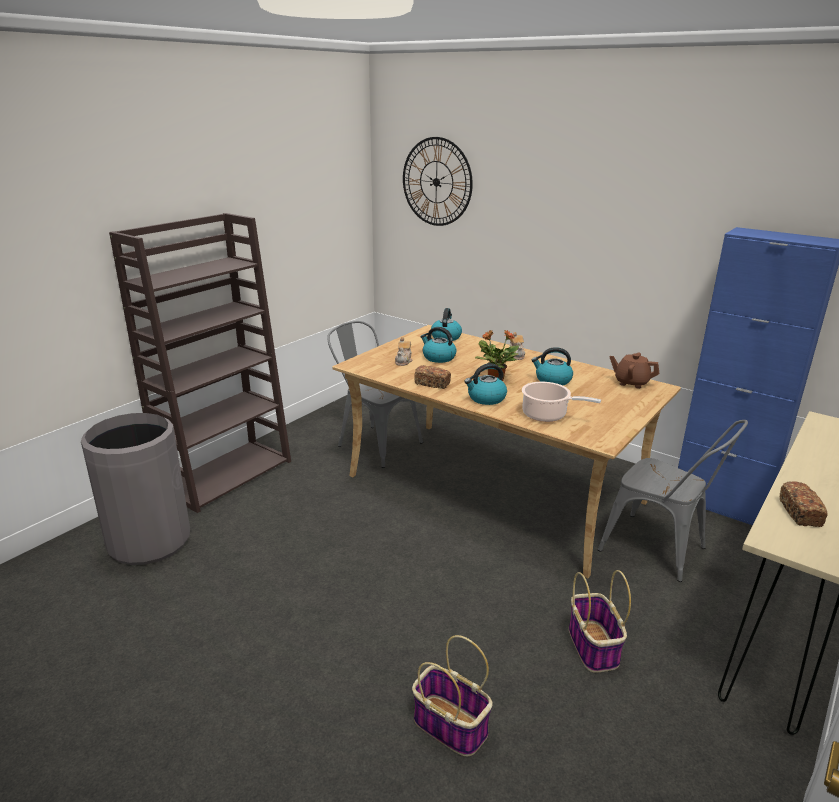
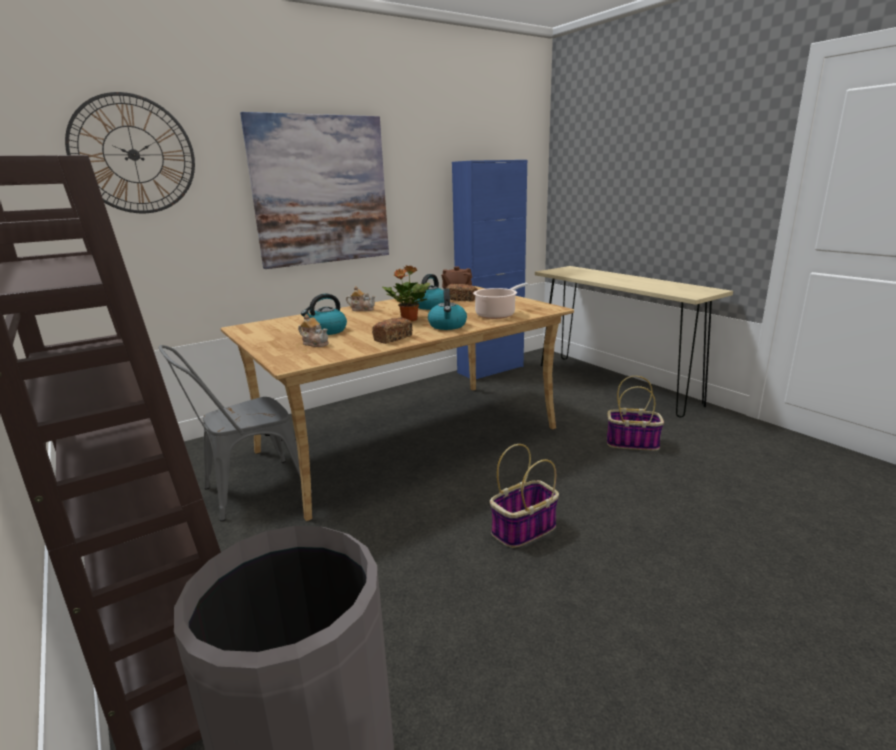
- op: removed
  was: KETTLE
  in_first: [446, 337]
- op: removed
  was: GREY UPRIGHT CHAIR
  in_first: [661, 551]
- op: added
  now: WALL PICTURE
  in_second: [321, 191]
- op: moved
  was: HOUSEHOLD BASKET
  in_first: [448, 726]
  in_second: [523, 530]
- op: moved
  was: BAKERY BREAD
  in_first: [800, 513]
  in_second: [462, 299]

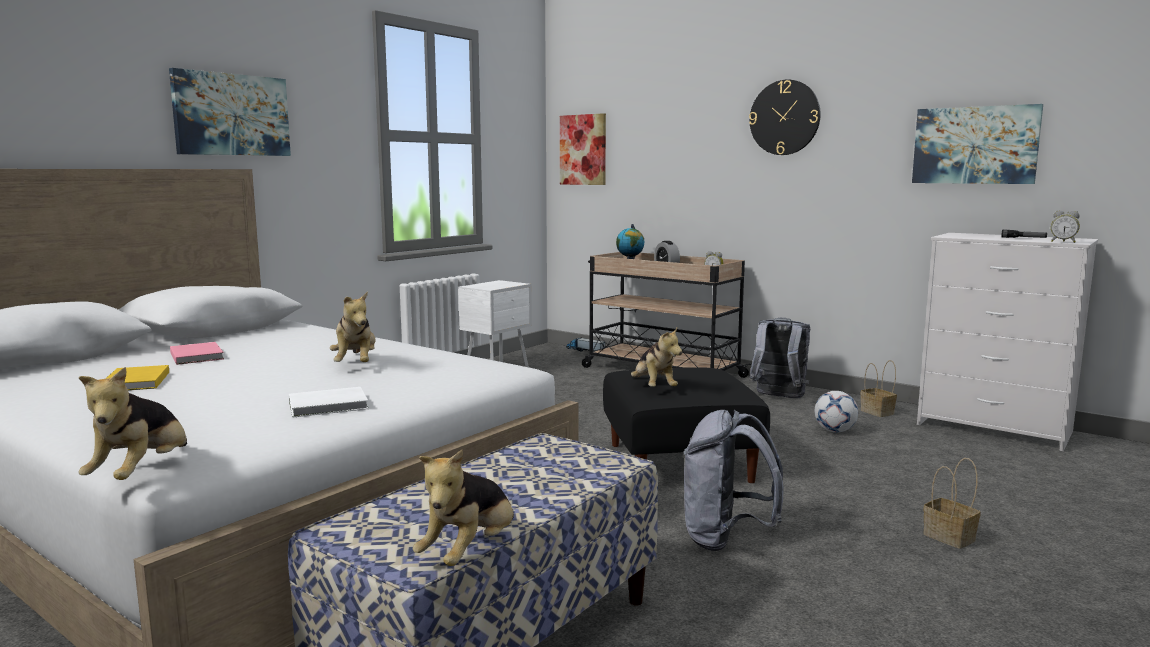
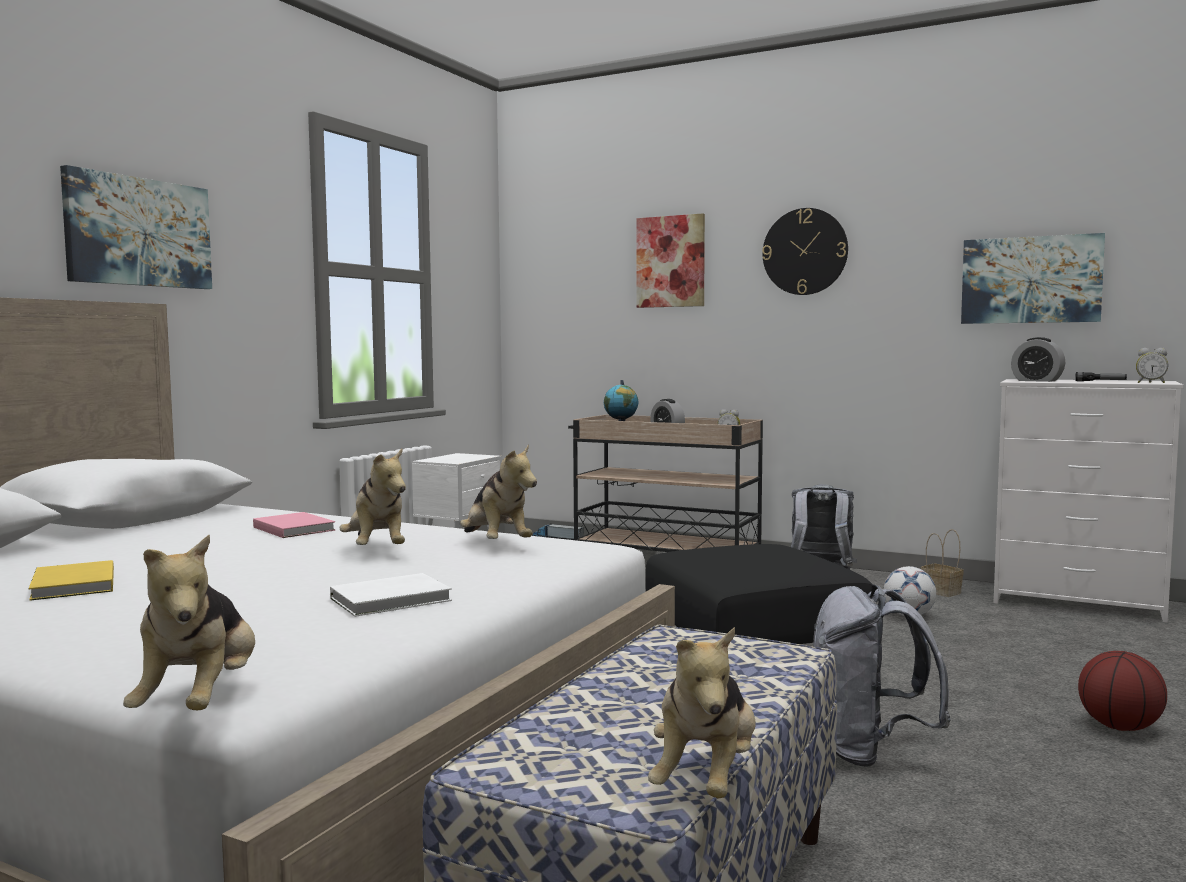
- op: added
  now: ALARM CLOCK
  in_second: [1037, 381]
- op: moved
  was: PINK VOLUME
  in_first: [197, 355]
  in_second: [294, 528]
- op: moved
  was: WALL PICTURE
  in_first: [583, 150]
  in_second: [670, 261]
- op: moved
  was: PLUSH TOY
  in_first: [653, 388]
  in_second: [496, 544]
- op: replaced
  was: HOUSEHOLD BASKET
  now: BALL FOR BASKETBALL
  in_first: [951, 537]
  in_second: [1120, 727]

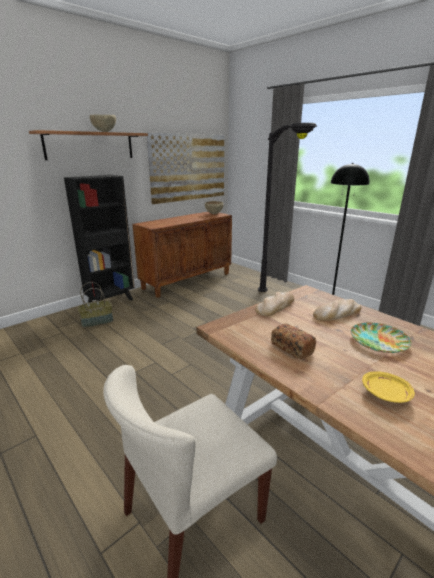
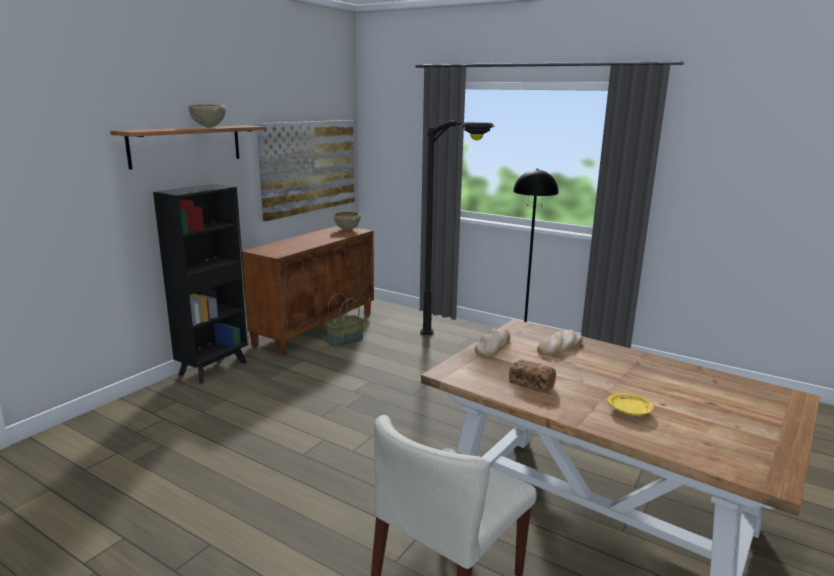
- op: removed
  was: FLAT DISH
  in_first: [378, 341]
- op: moved
  was: HOUSEHOLD BASKET
  in_first: [97, 321]
  in_second: [345, 340]

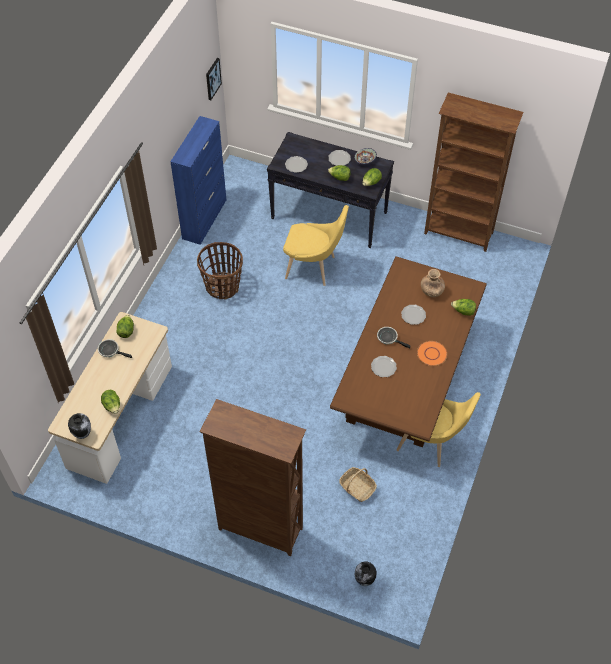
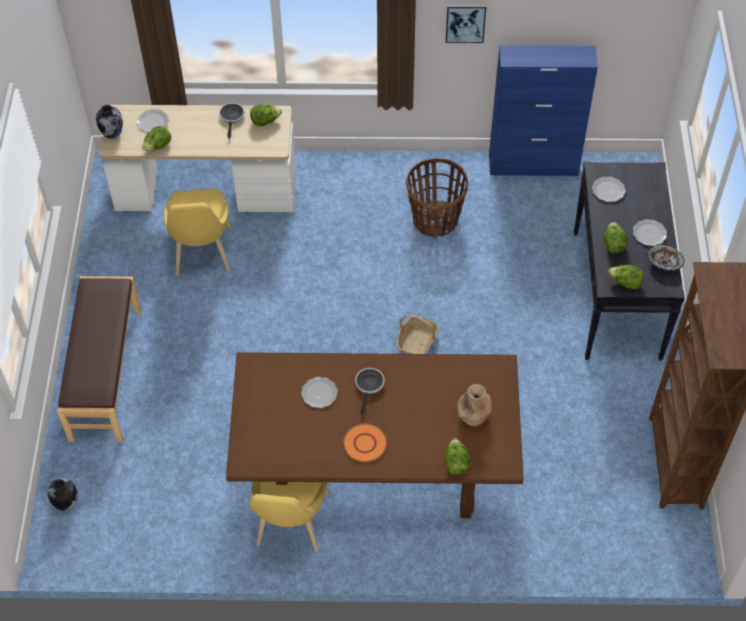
- op: moved
  was: WALL PICTURE
  in_first: [212, 78]
  in_second: [465, 22]
- op: moved
  was: YELLOW-COLOURED UPRIGHT CHAIR
  in_first: [314, 268]
  in_second: [202, 255]
- op: moved
  was: HOUSEHOLD BASKET
  in_first: [357, 487]
  in_second: [417, 341]
- op: moved
  was: FLAT DISH
  in_first: [413, 315]
  in_second: [152, 122]
- op: replaced
  was: BROWNISH SHELVING UNIT
  now: BROWNISH INDOOR BENCH
  in_first: [260, 528]
  in_second: [105, 373]

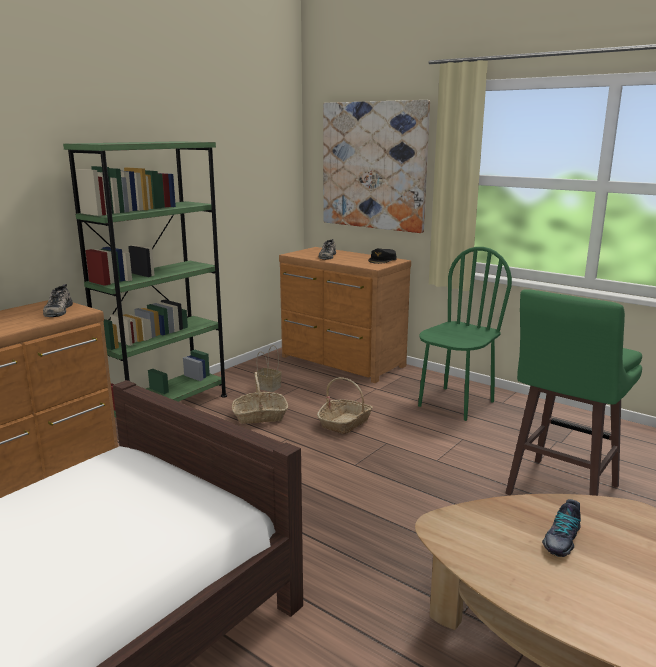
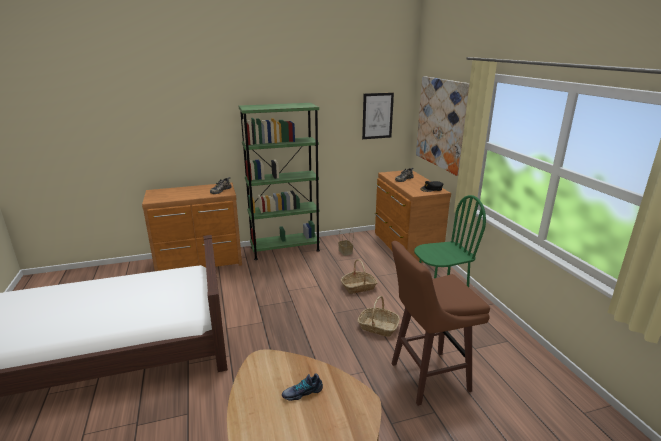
- op: added
  now: WALL PICTURE
  in_second: [377, 116]
- op: moved
  was: HOUSEHOLD BASKET
  in_first: [260, 416]
  in_second: [378, 327]
- op: recoloured
  was: GREEN SITTING STOOL
  now: BROWNISH SITTING STOOL
  in_first: [560, 491]
  in_second: [427, 377]

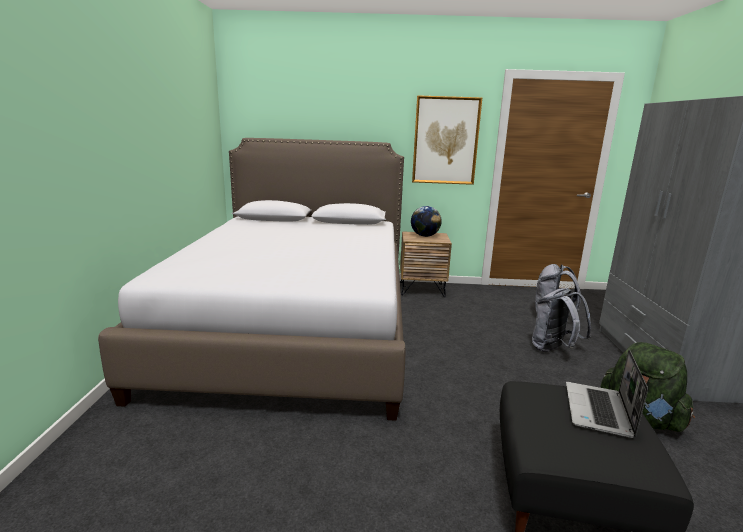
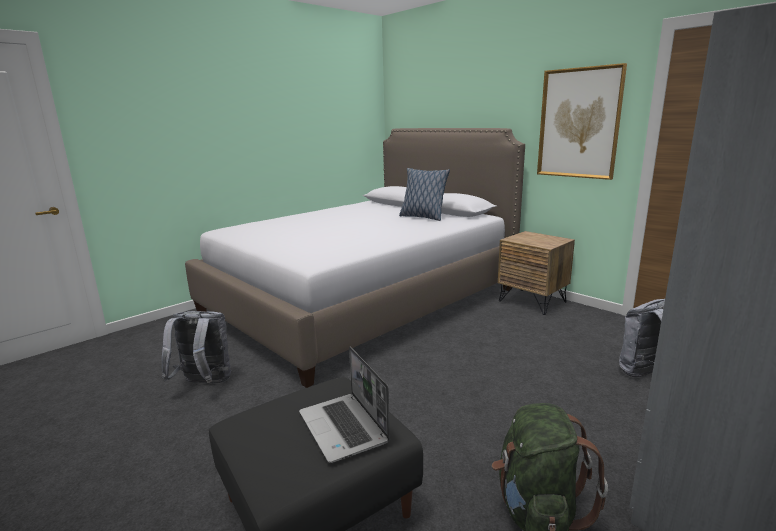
- op: removed
  was: GLOBE
  in_first: [425, 236]
- op: added
  now: CUSHION
  in_second: [422, 217]
- op: moved
  was: GREY KNAPSACK
  in_first: [554, 350]
  in_second: [204, 384]
- op: turned
  was: PORTABLE COMPUTER
  in_first: [599, 411]
  in_second: [344, 428]
  clockwise: -90

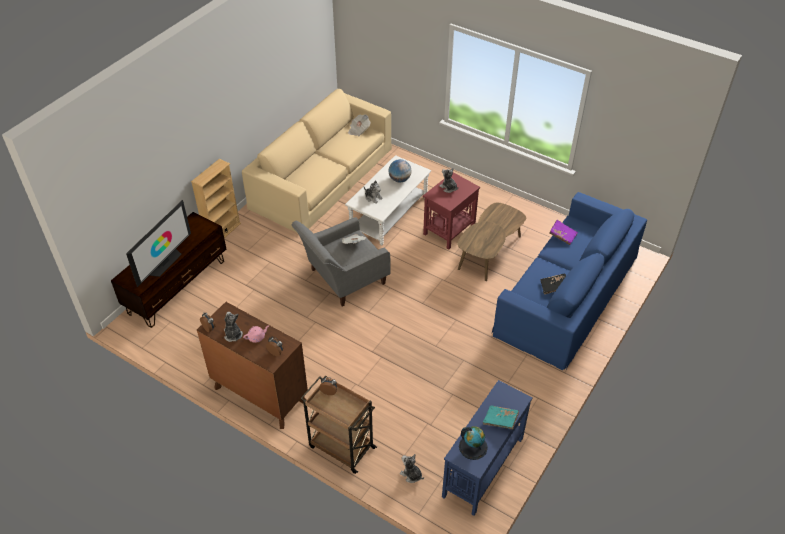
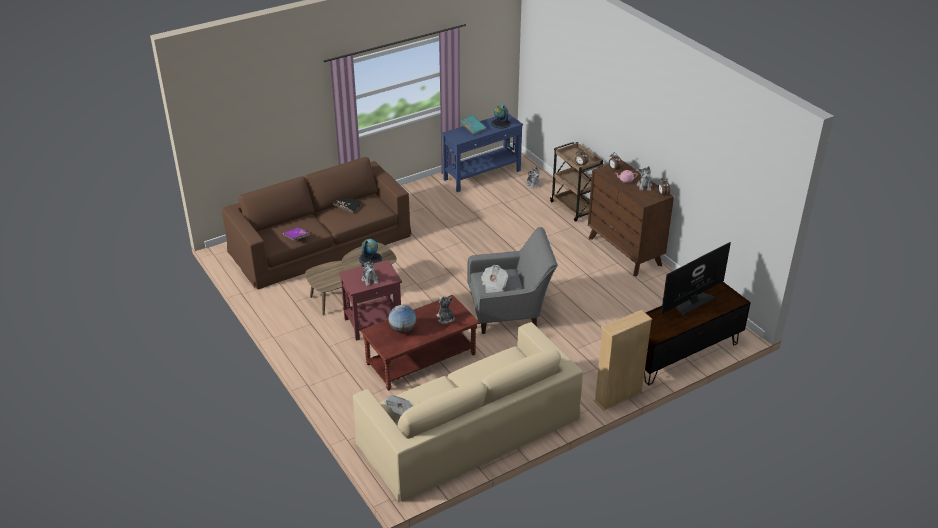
- op: added
  now: GLOBE
  in_second: [370, 258]
- op: recoloured
  was: WHITE COFFEE TABLE
  now: BROWNISH COFFEE TABLE
  in_first: [389, 213]
  in_second: [421, 359]
- op: recoloured
  was: BLUE-COLOURED COUCH
  now: BROWNISH COUCH
  in_first: [567, 294]
  in_second: [320, 243]

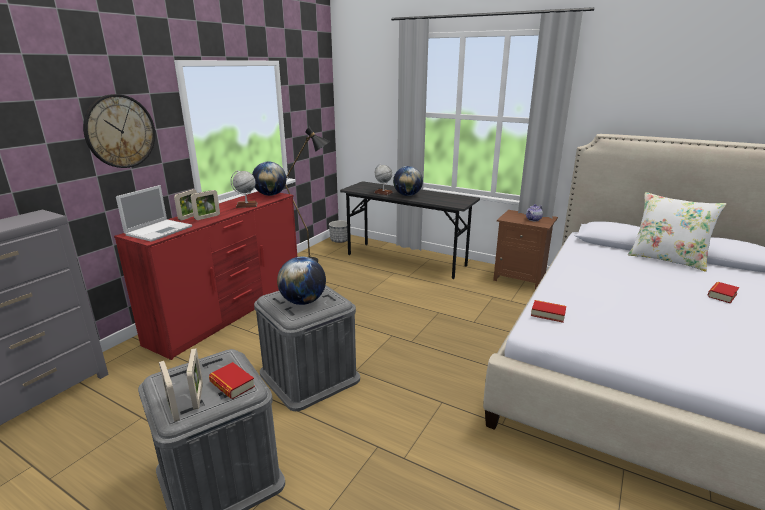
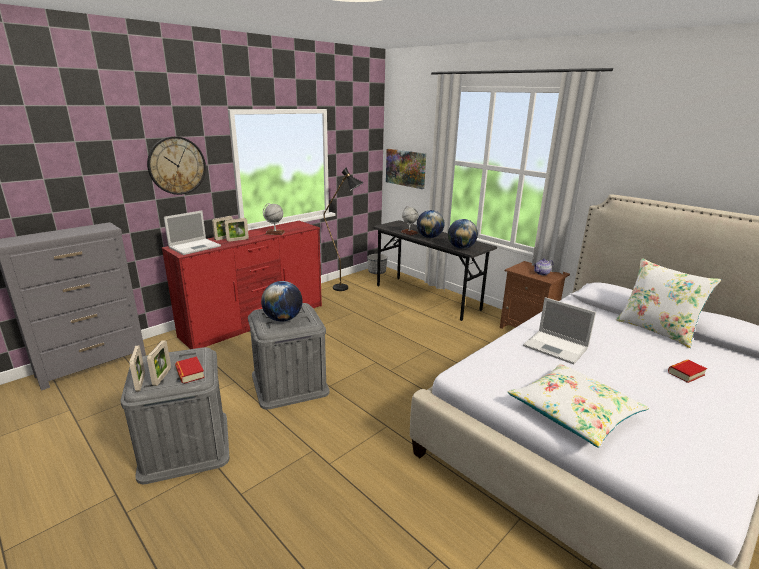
- op: removed
  was: VOLUME
  in_first: [548, 314]
- op: added
  now: WALL PICTURE
  in_second: [406, 168]
- op: added
  now: WHITE CUSHION
  in_second: [573, 412]
- op: added
  now: PORTABLE COMPUTER
  in_second: [556, 347]
- op: moved
  was: GLOBE
  in_first: [270, 195]
  in_second: [461, 248]

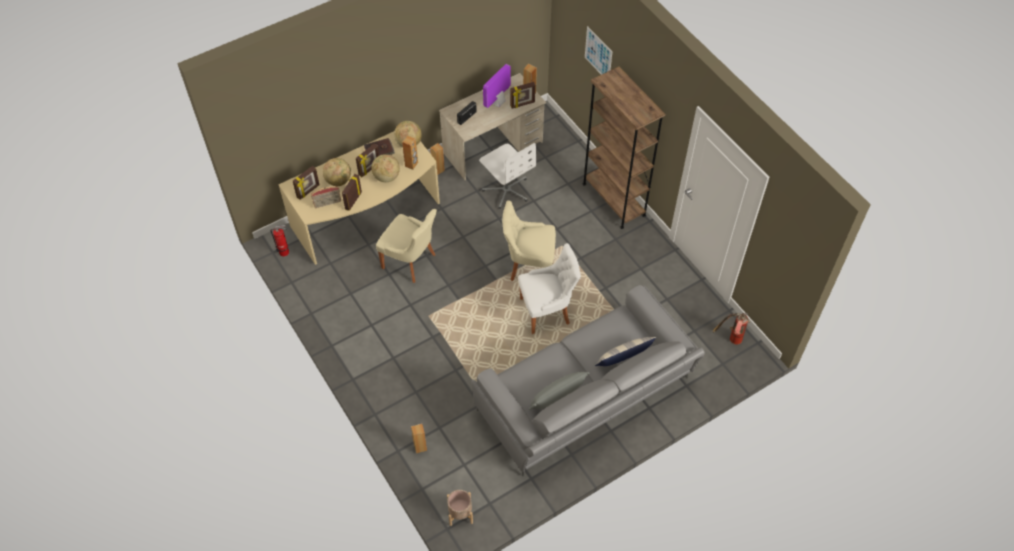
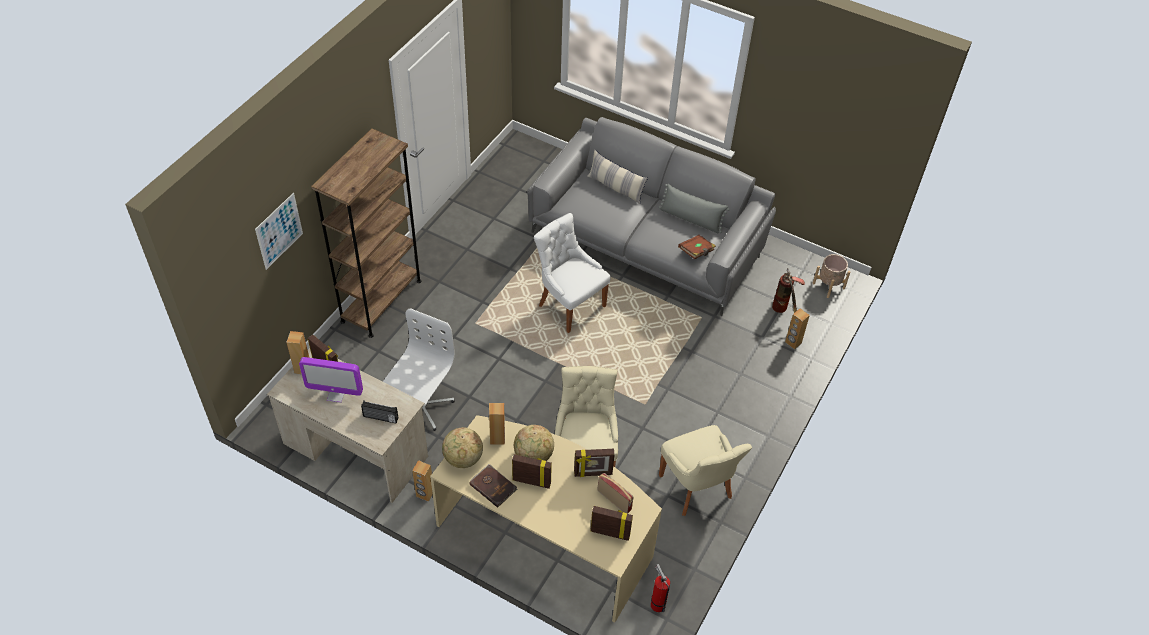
- op: removed
  was: GLOBE
  in_first: [338, 180]
- op: added
  now: BROWNISH VOLUME
  in_second: [696, 252]
- op: moved
  was: BEIGE UPRIGHT CHAIR
  in_first: [528, 265]
  in_second: [697, 488]
- op: moved
  was: EXTINGUISHER
  in_first: [730, 339]
  in_second: [784, 310]

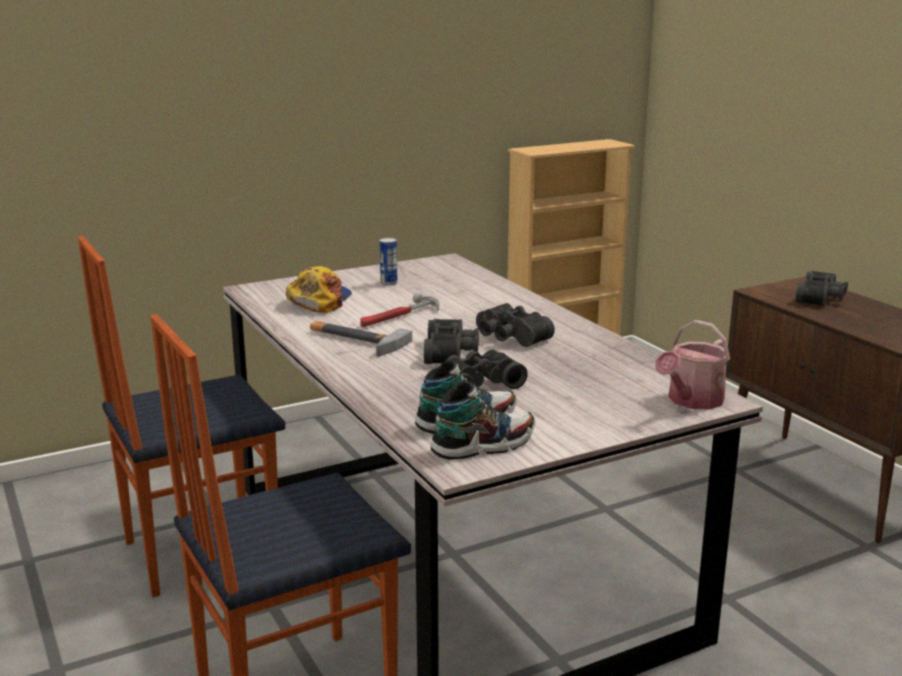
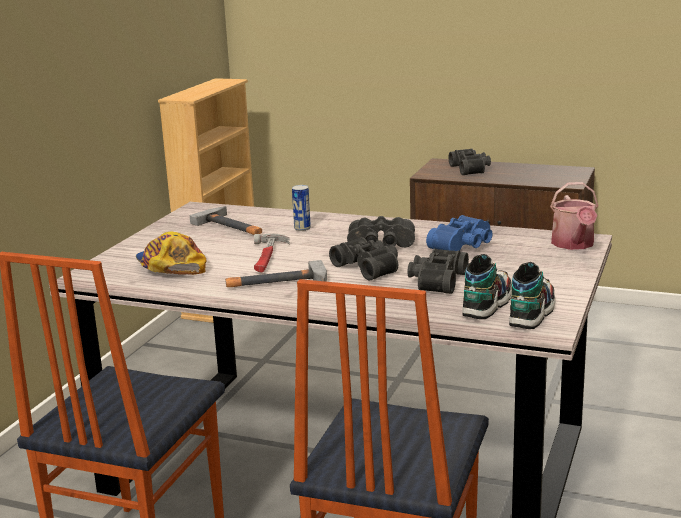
- op: added
  now: TOOL HAMMER
  in_second: [233, 226]
- op: added
  now: BLUE-COLOURED BINOCULARS
  in_second: [464, 246]
- op: moved
  was: METAL CAN
  in_first: [388, 283]
  in_second: [302, 228]

